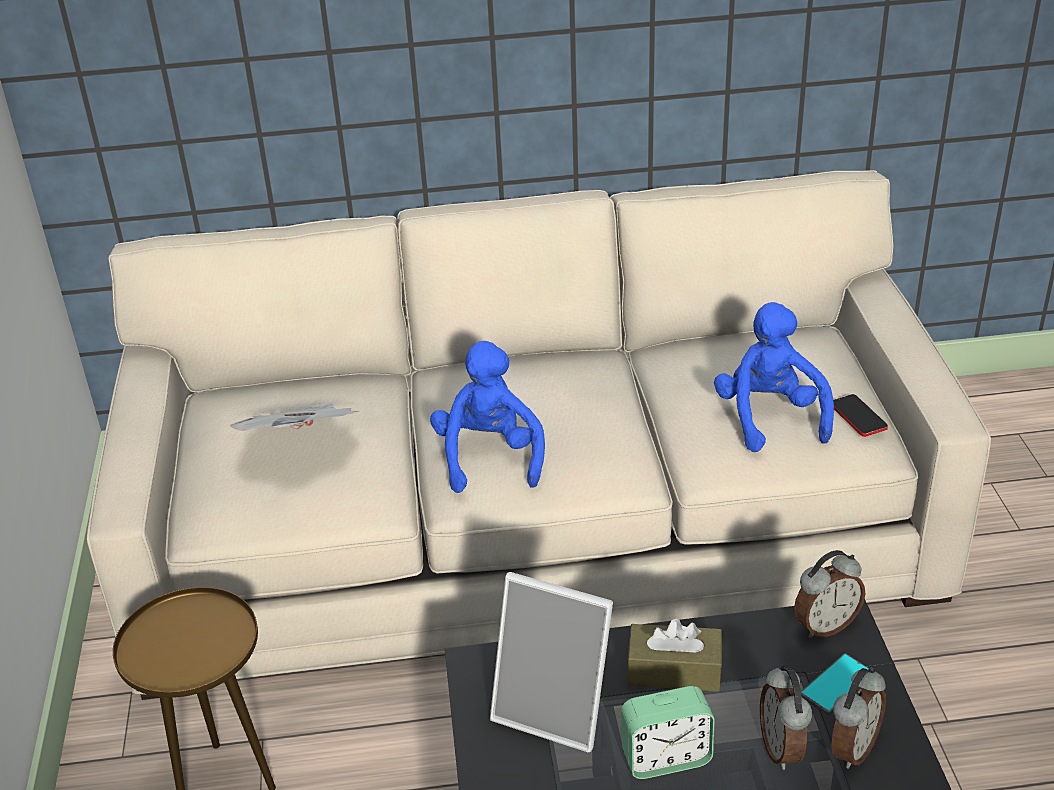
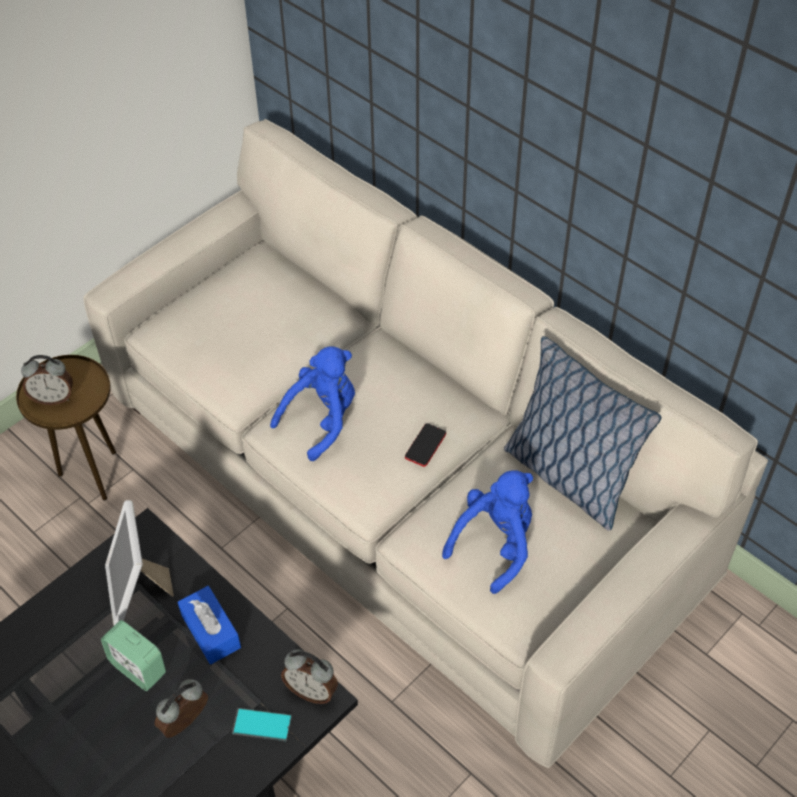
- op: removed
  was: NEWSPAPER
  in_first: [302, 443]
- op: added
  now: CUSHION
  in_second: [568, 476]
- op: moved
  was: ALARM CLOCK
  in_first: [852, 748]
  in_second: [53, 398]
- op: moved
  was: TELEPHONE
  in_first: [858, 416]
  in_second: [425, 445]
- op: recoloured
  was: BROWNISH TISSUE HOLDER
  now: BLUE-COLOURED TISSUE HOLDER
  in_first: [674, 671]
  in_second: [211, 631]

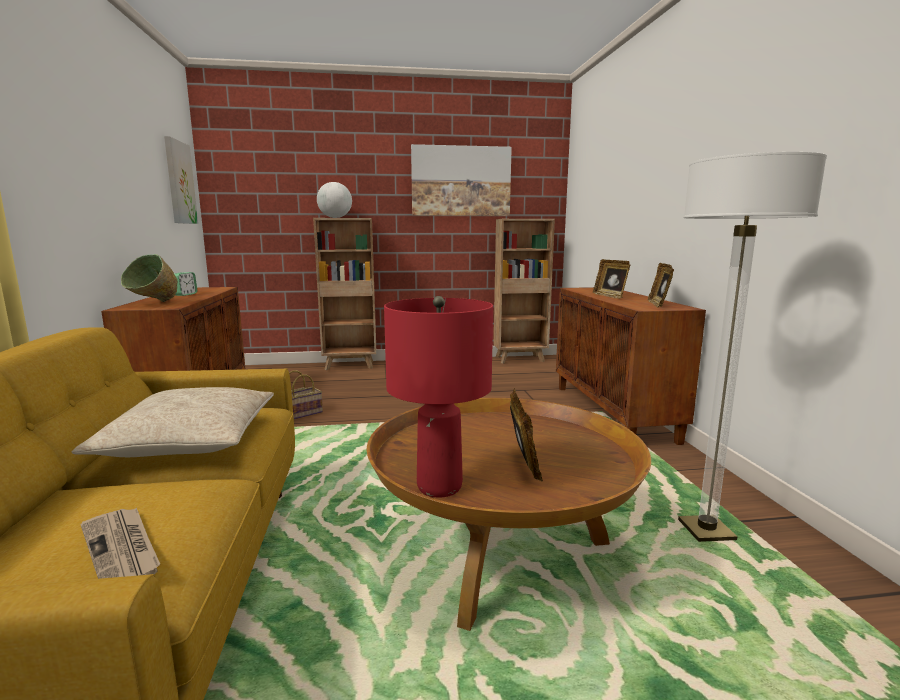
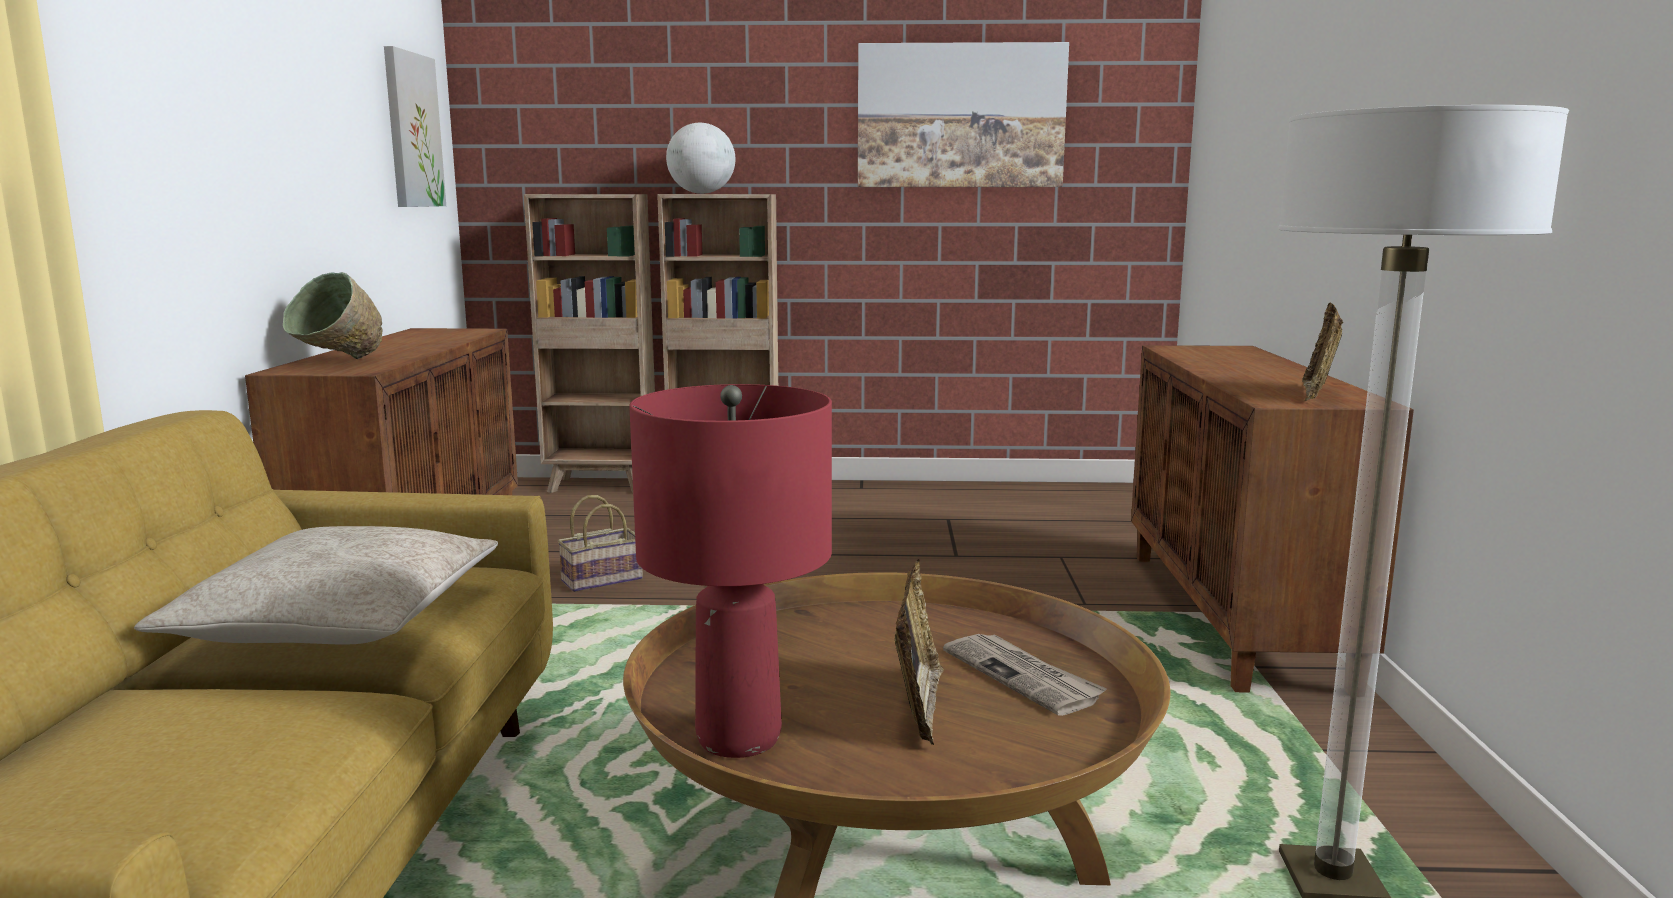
- op: removed
  was: ALARM CLOCK
  in_first: [185, 294]
- op: removed
  was: PHOTO FRAME
  in_first: [610, 296]
- op: moved
  was: NEWSPAPER
  in_first: [122, 550]
  in_second: [1023, 676]
- op: moved
  was: BROWNISH SHELVING UNIT
  in_first: [520, 359]
  in_second: [602, 486]

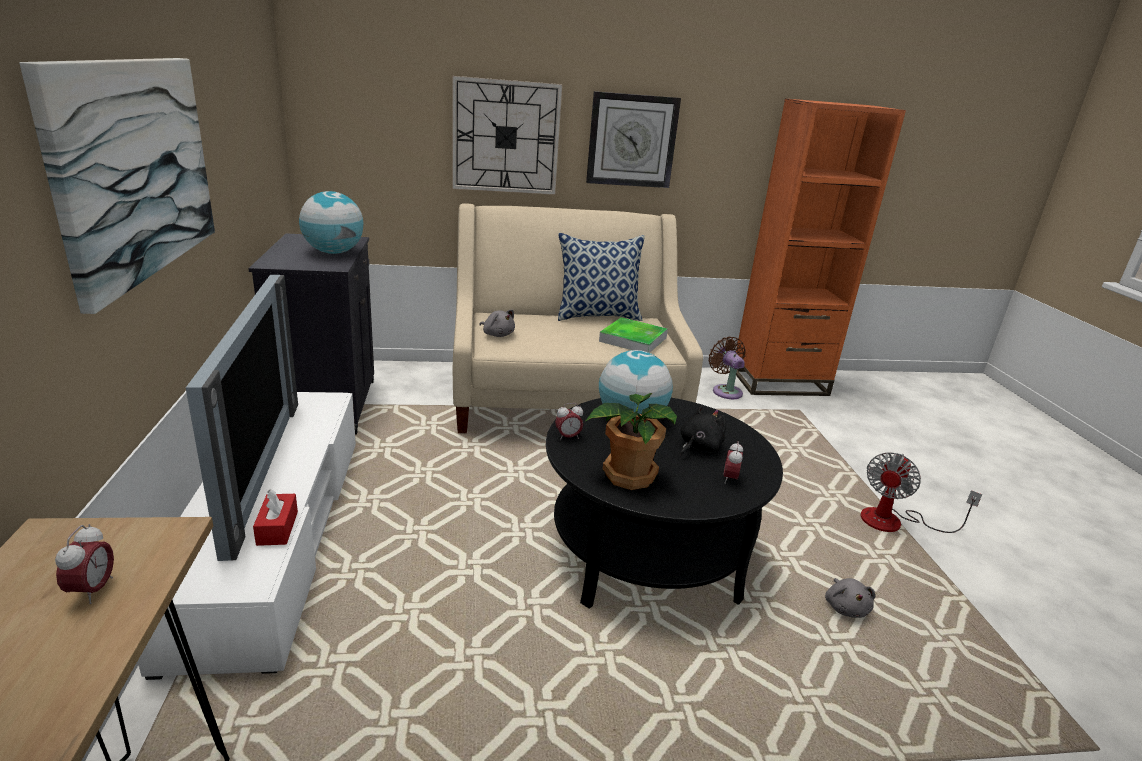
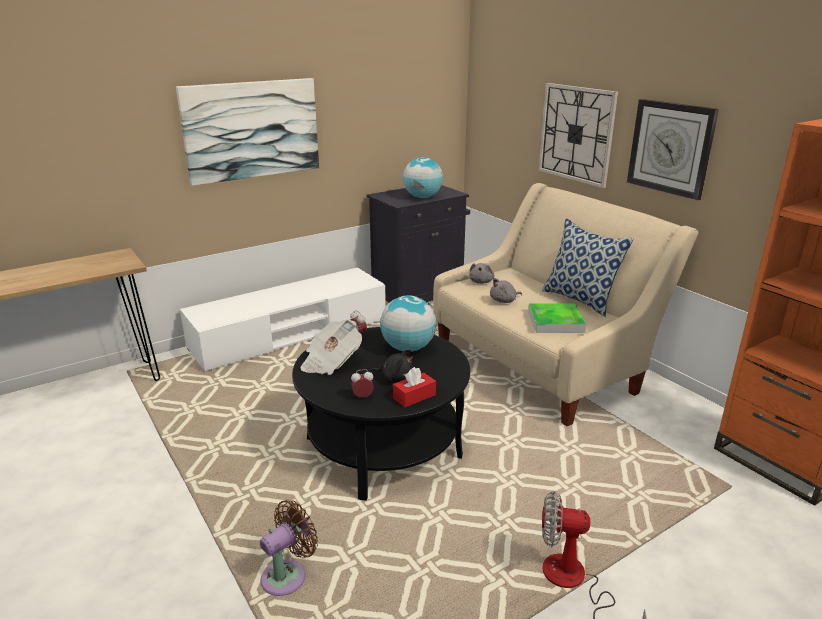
- op: removed
  was: ALARM CLOCK
  in_first: [93, 590]
- op: removed
  was: TELEVISION
  in_first: [253, 469]
- op: moved
  was: RED-COLOURED TISSUE HOLDER
  in_first: [277, 528]
  in_second: [414, 396]
- op: moved
  was: BROWNISH COOLING FAN
  in_first: [725, 391]
  in_second: [288, 575]
- op: moved
  was: GREY PLUSH TOY
  in_first: [845, 607]
  in_second: [504, 301]
- op: replaced
  was: POTTED PLANT
  now: NEWSPAPER
  in_first: [627, 475]
  in_second: [330, 362]

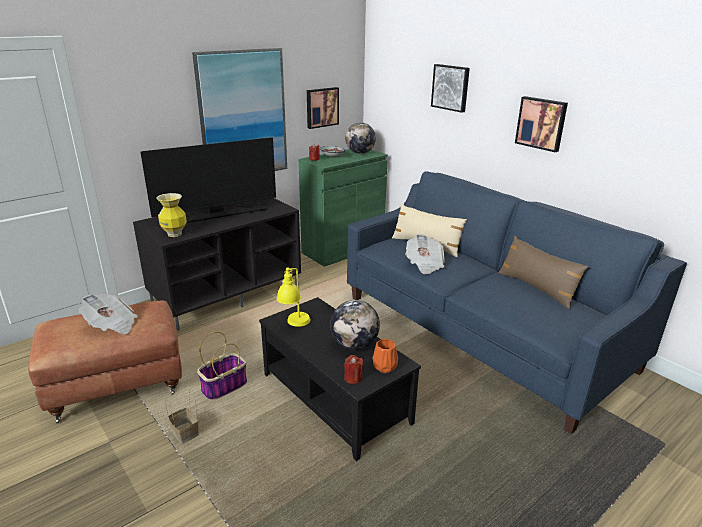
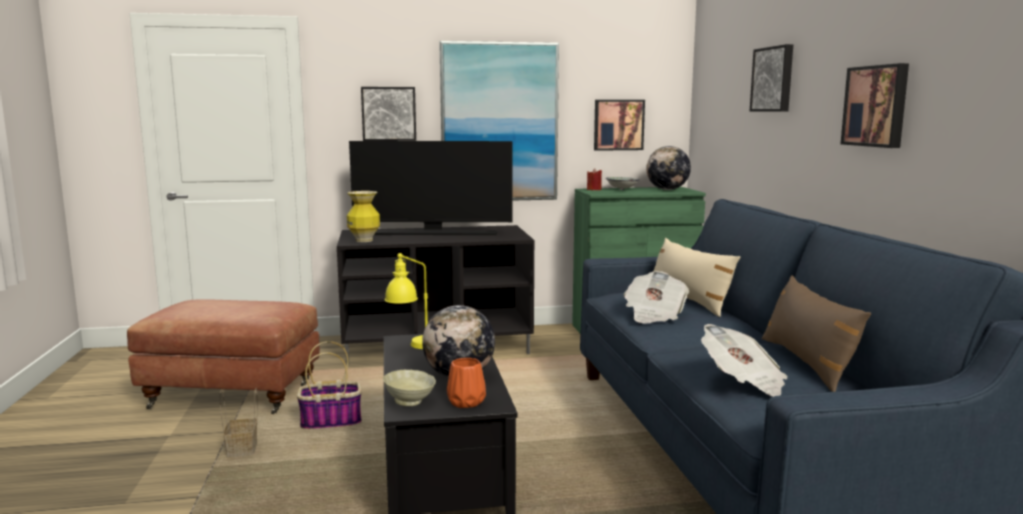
- op: added
  now: WALL PICTURE
  in_second: [388, 114]
- op: moved
  was: NEWSPAPER
  in_first: [111, 325]
  in_second: [743, 382]
- op: replaced
  was: RED-COLOURED WAX CANDLE
  now: BEIGE BOWL
  in_first: [353, 378]
  in_second: [410, 402]

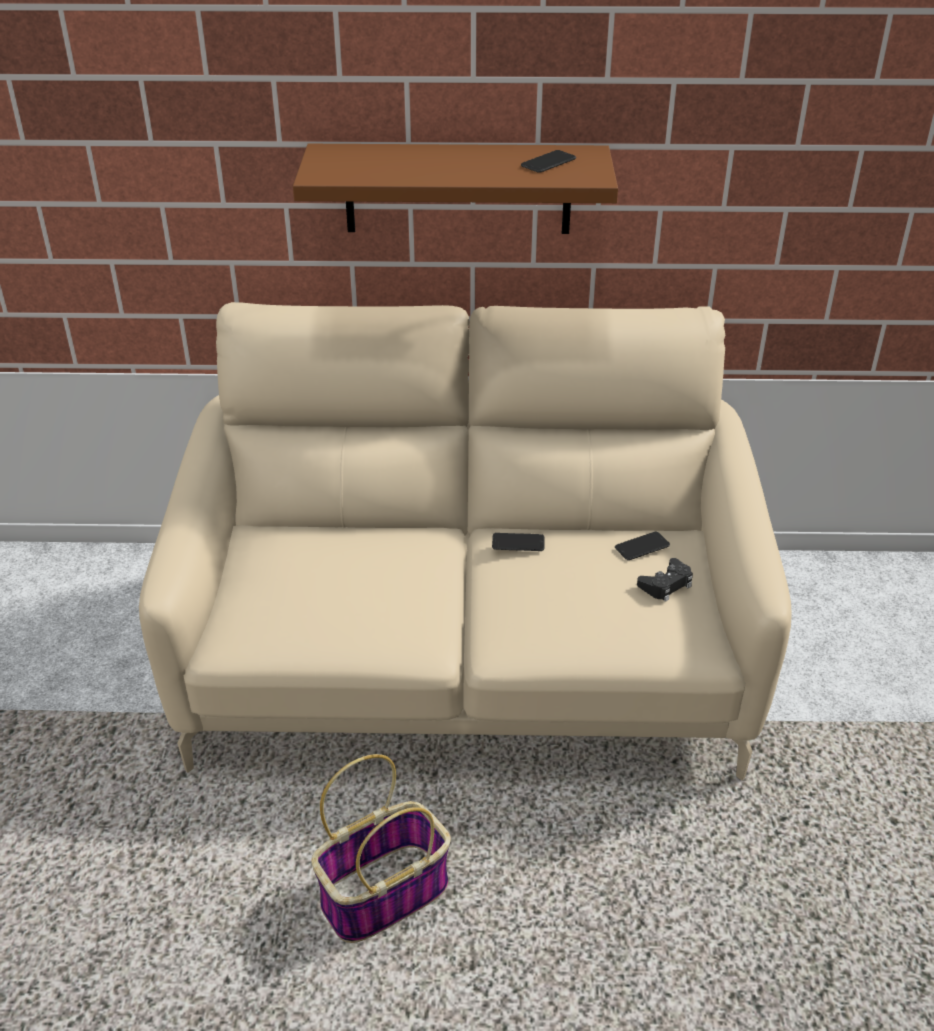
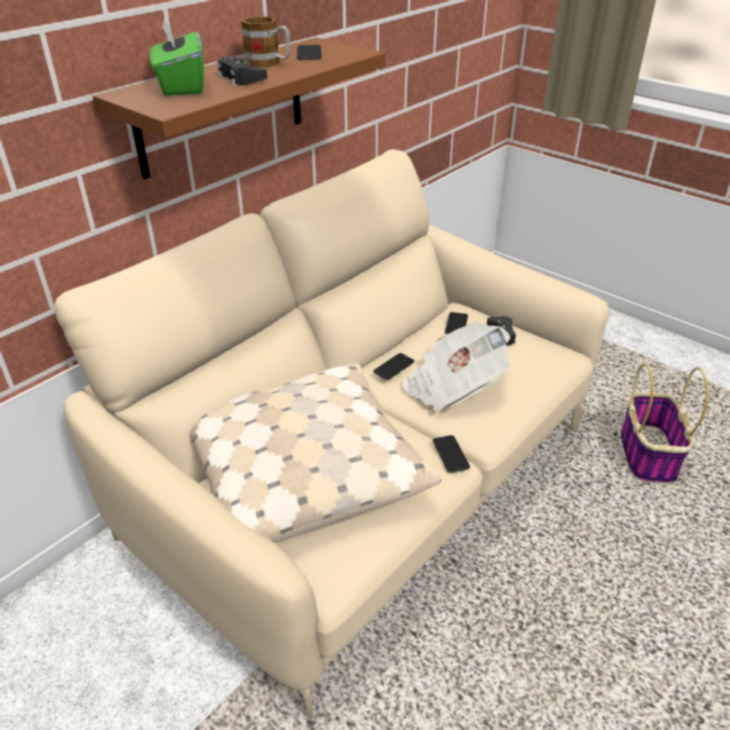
- op: added
  now: GREEN TISSUE HOLDER
  in_second: [181, 86]
- op: added
  now: BEIGE CUSHION
  in_second: [300, 468]
- op: added
  now: BLACK GAME CONTROLLER
  in_second: [241, 78]
- op: added
  now: TEA MUG
  in_second: [269, 63]
- op: added
  now: NEWSPAPER
  in_second: [453, 386]
- op: added
  now: TELEPHONE
  in_second: [450, 454]
- op: moved
  was: HOUSEHOLD BASKET
  in_first: [385, 893]
  in_second: [646, 454]

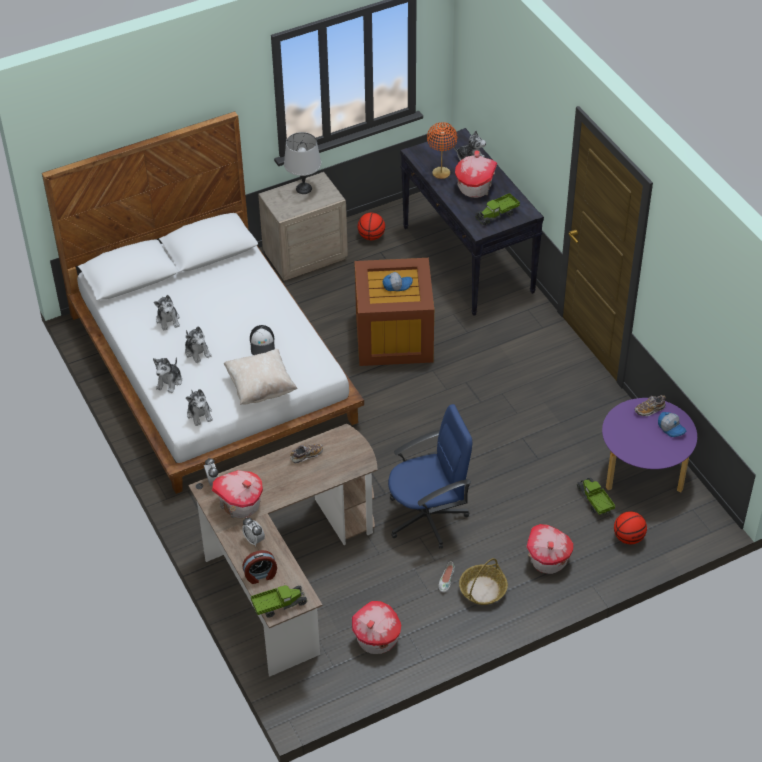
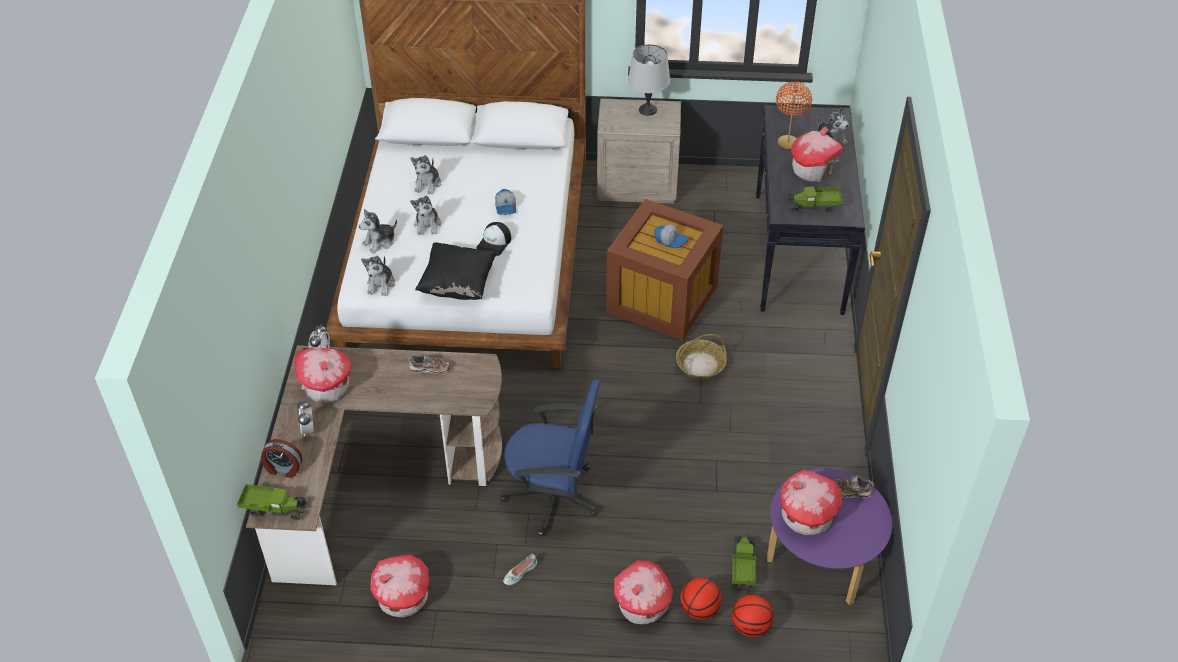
- op: added
  now: MINIATURE HOUSE
  in_second: [805, 517]
- op: moved
  was: BALL FOR BASKETBALL
  in_first: [371, 236]
  in_second: [699, 609]
- op: moved
  was: HOUSEHOLD BASKET
  in_first: [483, 590]
  in_second: [700, 365]
- op: moved
  was: PEAKED CAP
  in_first: [671, 428]
  in_second: [506, 207]
- op: recoloured
  was: BEIGE CUSHION
  now: BLACK CUSHION
  in_first: [261, 388]
  in_second: [458, 284]

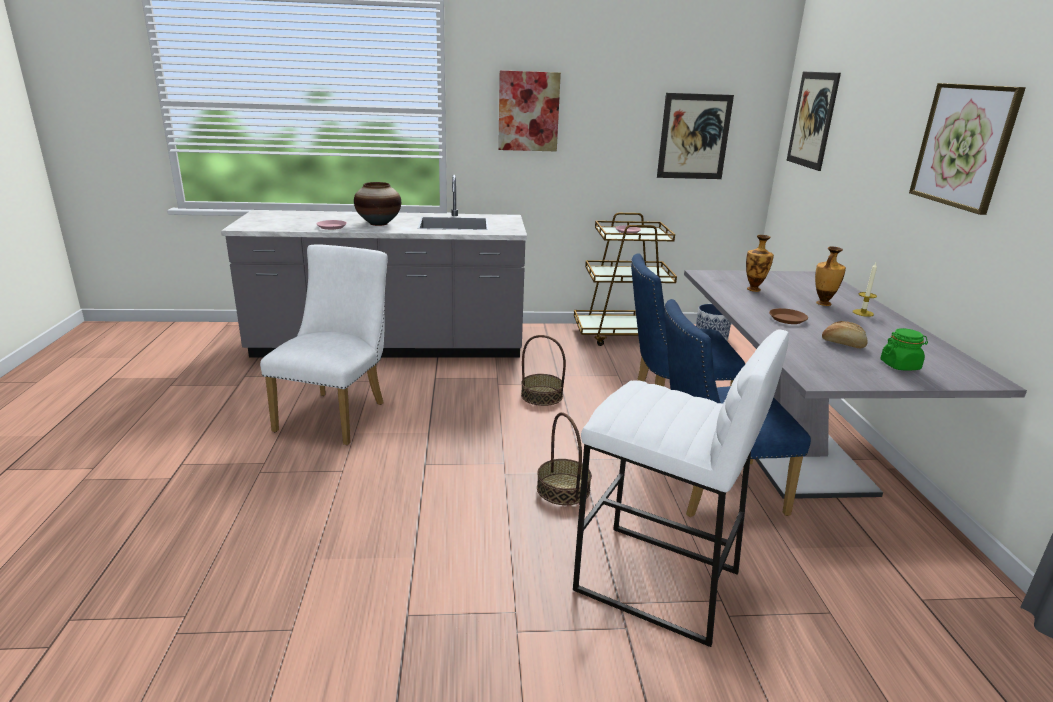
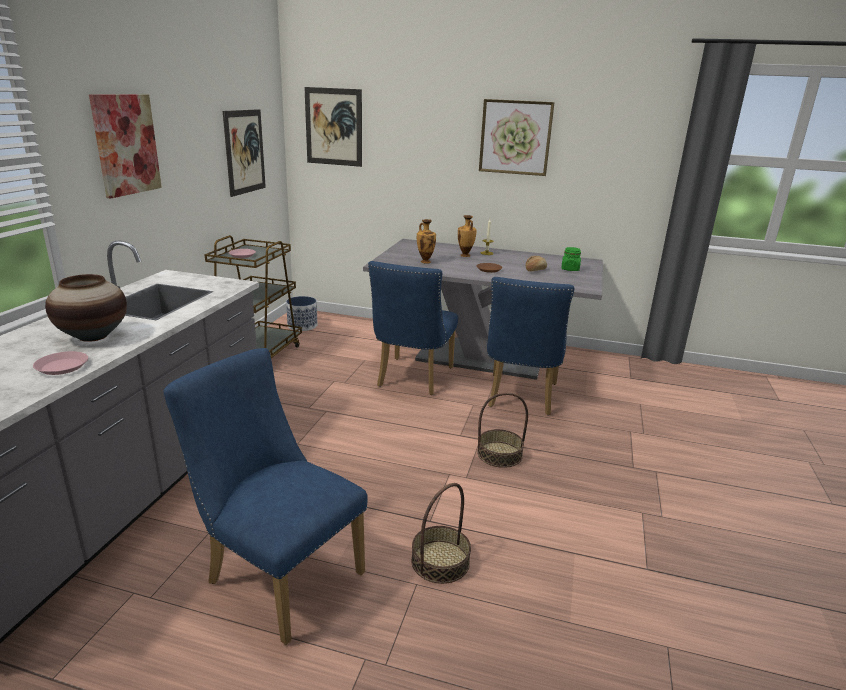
- op: removed
  was: WHITE SITTING STOOL
  in_first: [656, 582]
- op: moved
  was: HOUSEHOLD BASKET
  in_first: [542, 395]
  in_second: [440, 561]
- op: recoloured
  was: WHITE UPRIGHT CHAIR
  now: BLUE-COLOURED UPRIGHT CHAIR
  in_first: [337, 414]
  in_second: [278, 574]

